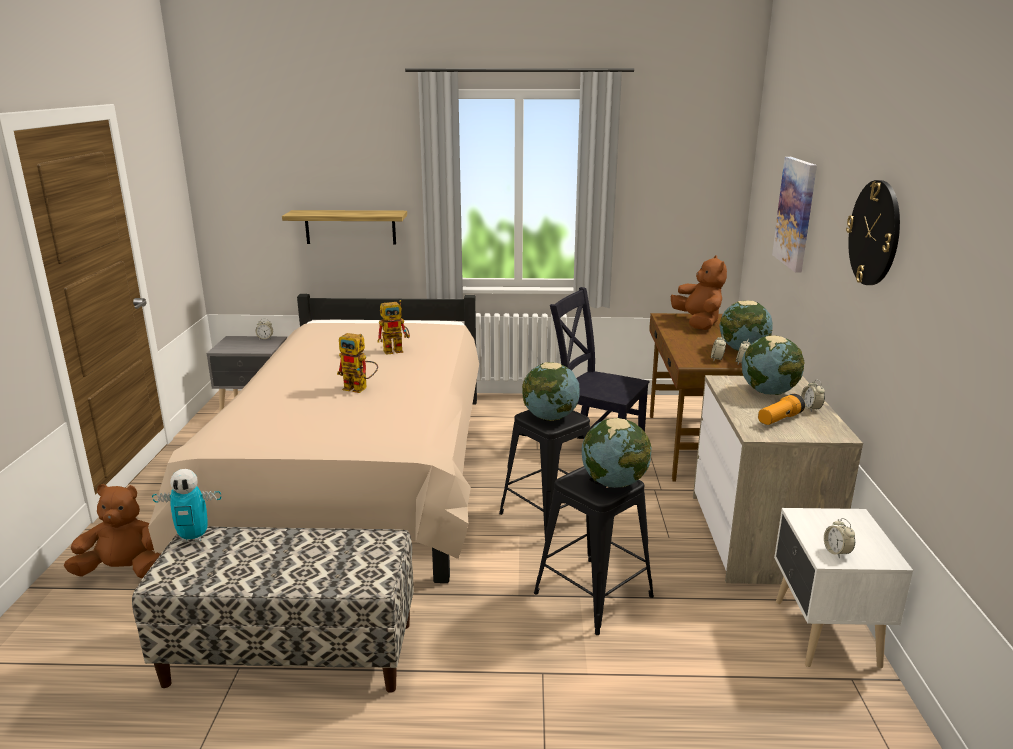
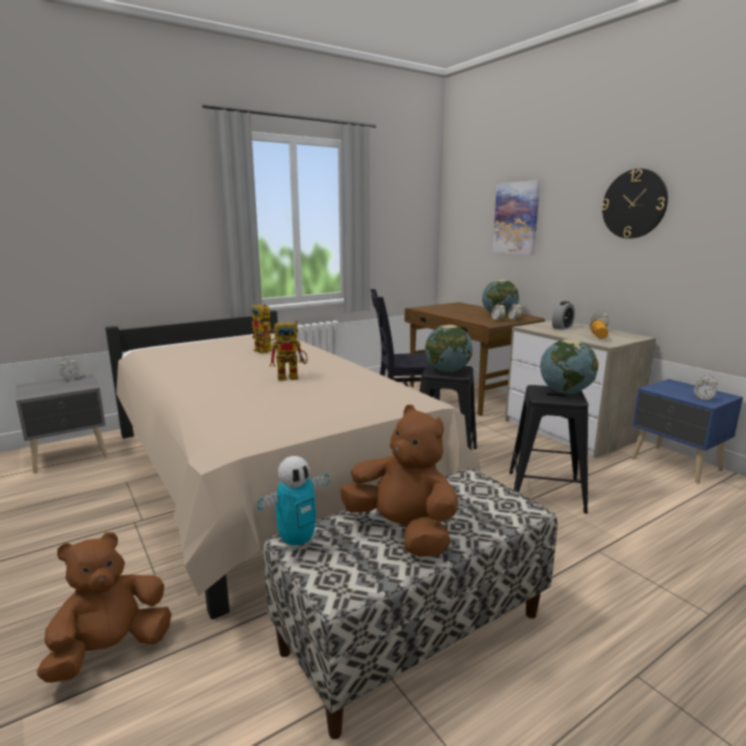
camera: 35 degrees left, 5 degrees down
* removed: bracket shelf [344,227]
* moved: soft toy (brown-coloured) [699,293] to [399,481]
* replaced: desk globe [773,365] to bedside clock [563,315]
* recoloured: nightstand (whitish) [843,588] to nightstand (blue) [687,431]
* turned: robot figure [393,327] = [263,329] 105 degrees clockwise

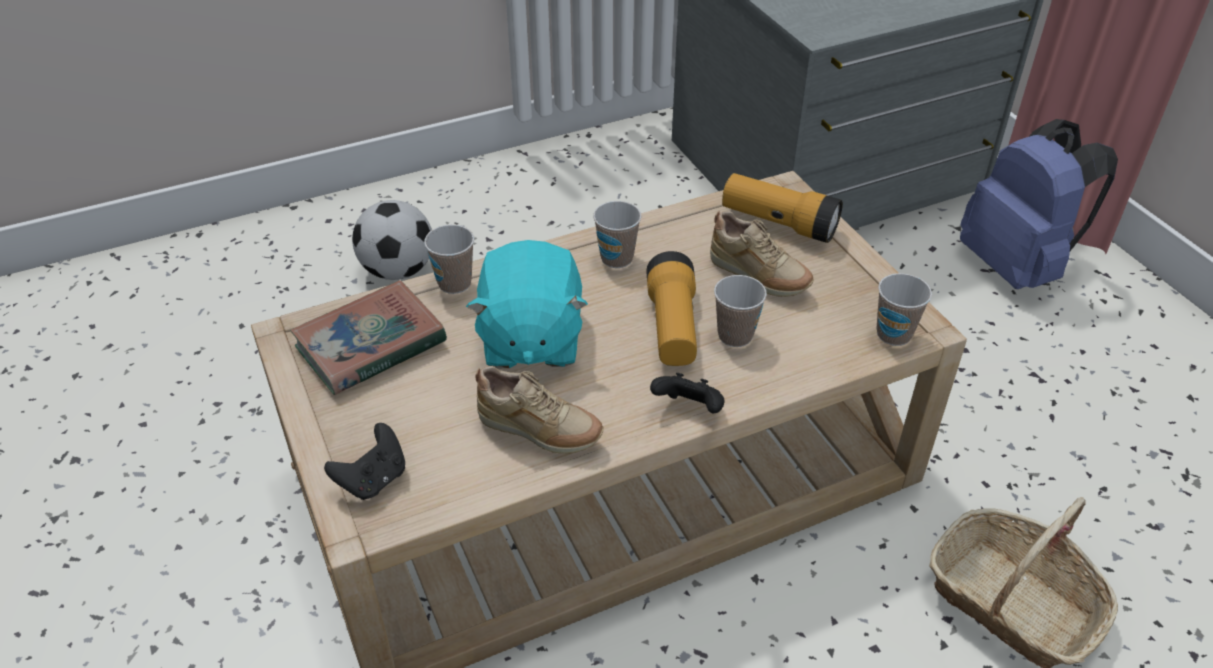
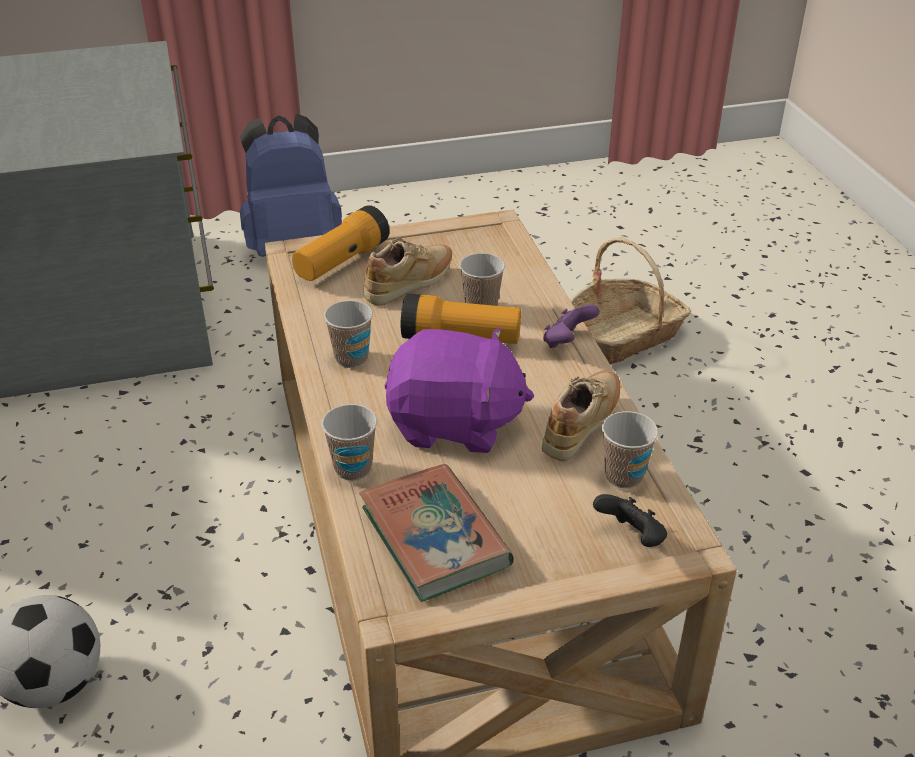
camera: 80 degrees left, 5 degrees down
* moved: cup [904,309] to [630,450]
* recoloured: soft toy (turquoise-coloured) [527,304] to soft toy (purple-coloured) [459,390]
* recoloured: game controller (black-coloured) [687,393] to game controller (purple-coloured) [571,326]

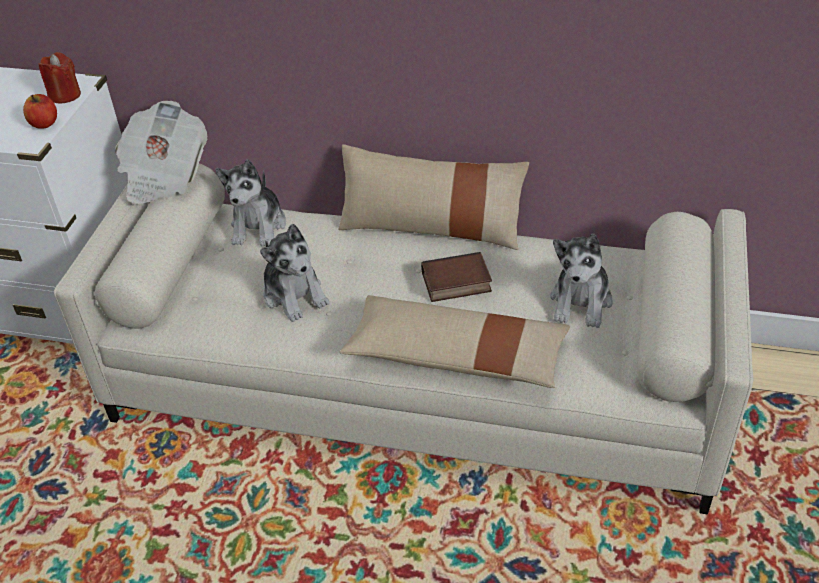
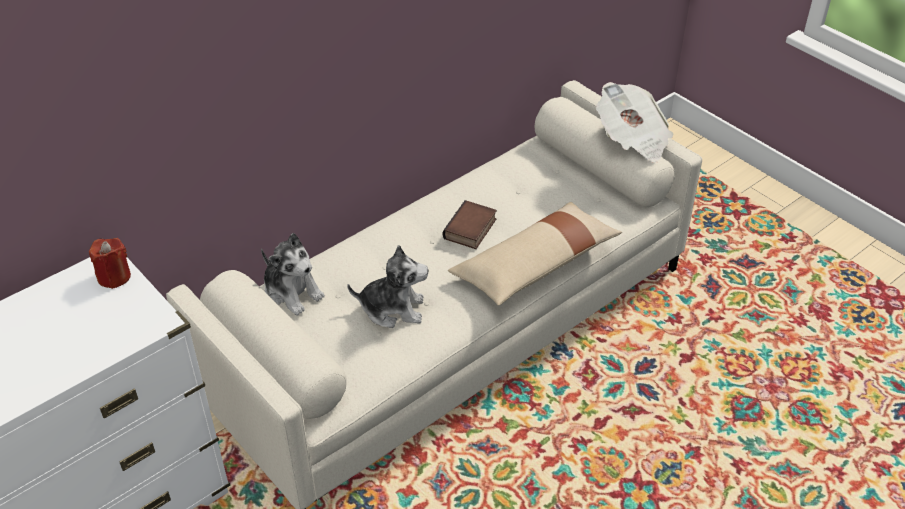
camera: 55 degrees left, 0 degrees up
* removed: whole apple [40,111]
* removed: throw pillow (beige) [433,197]
* removed: soft toy [581,281]
* moved: printed paper [161,152] to [635,122]

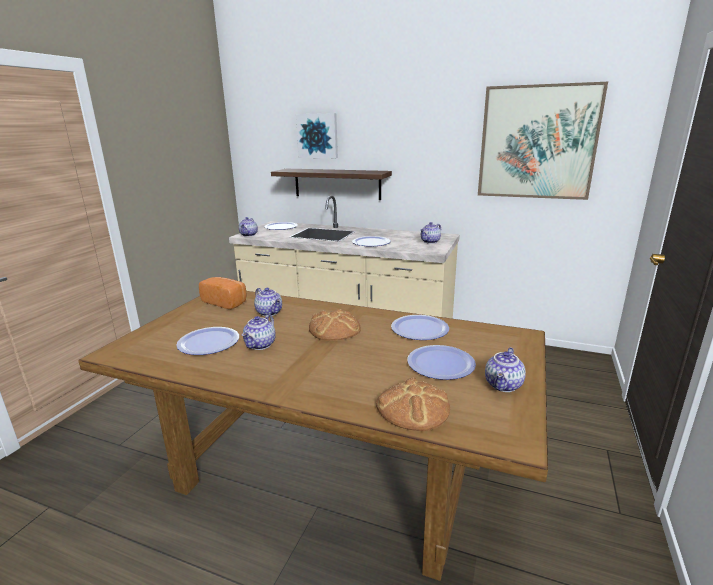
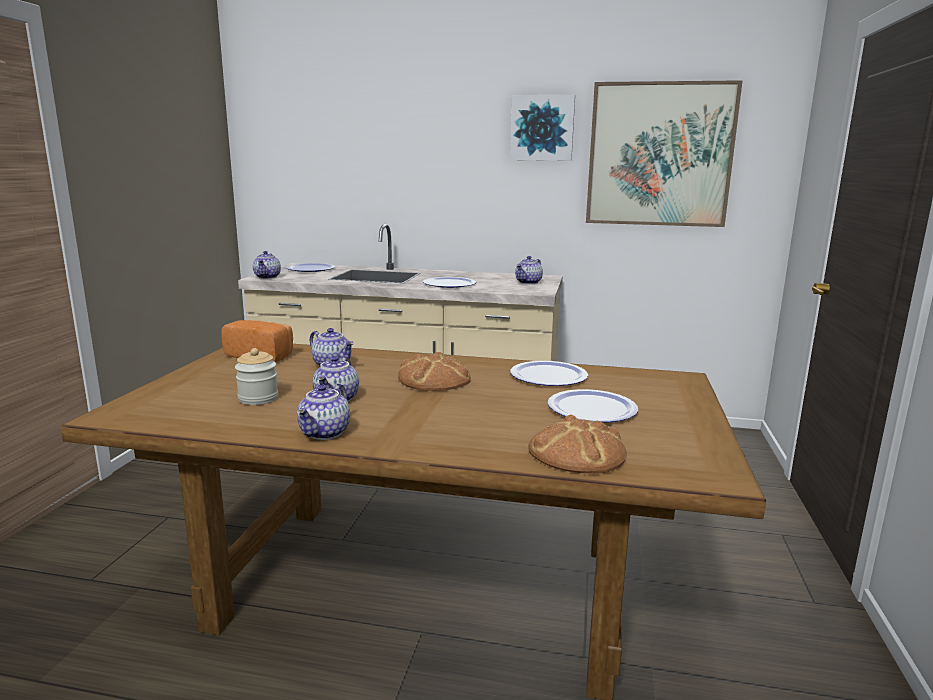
camera: 10 degrees left, 5 degrees down
* removed: bracket shelf [331,184]
* moved: wall picture [317,135] to [542,128]
* moved: teapot [505,369] to [323,411]
* replaced: dinner plate [207,341] to storage jar [256,376]

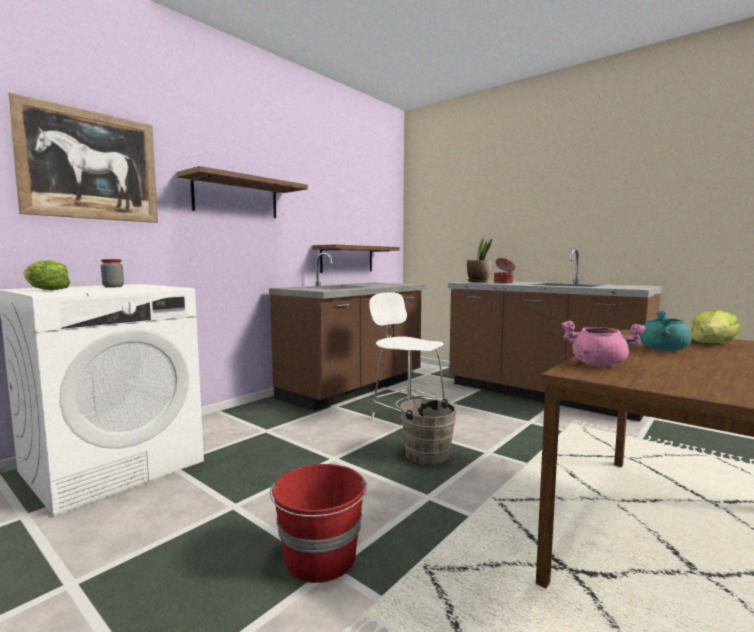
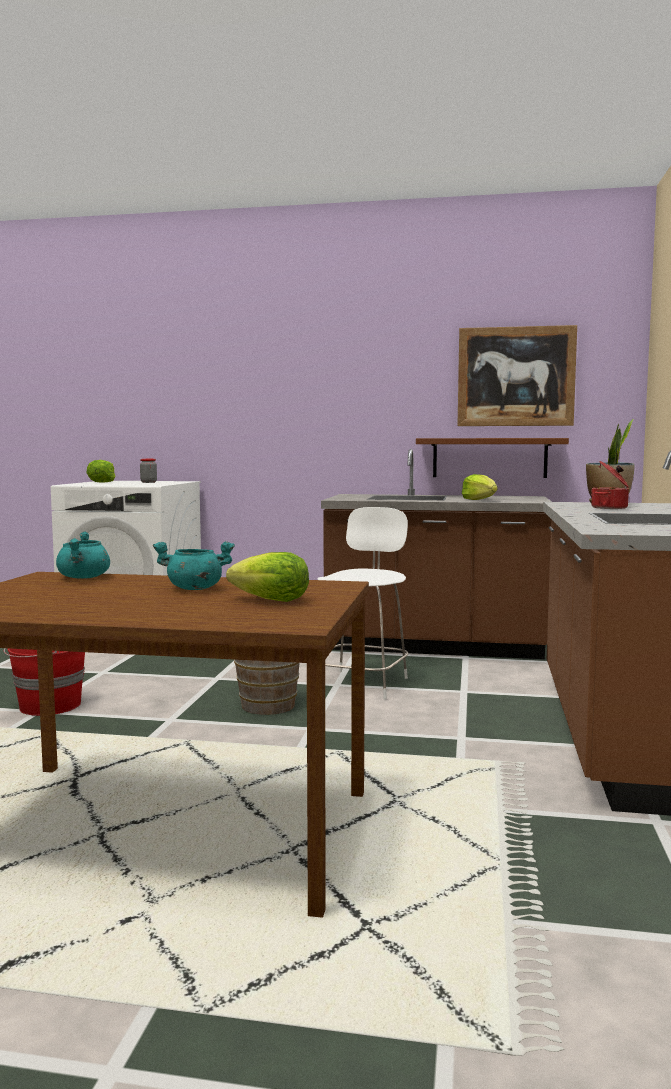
camera: 60 degrees right, 0 degrees up
* removed: bracket shelf (brown-coloured) [242,192]
* added: lettuce [480,487]
* moved: wall picture [83,157] to [517,375]
* recoloured: cooking pot (pinkish) [603,344] to cooking pot (turquoise-coloured) [83,555]

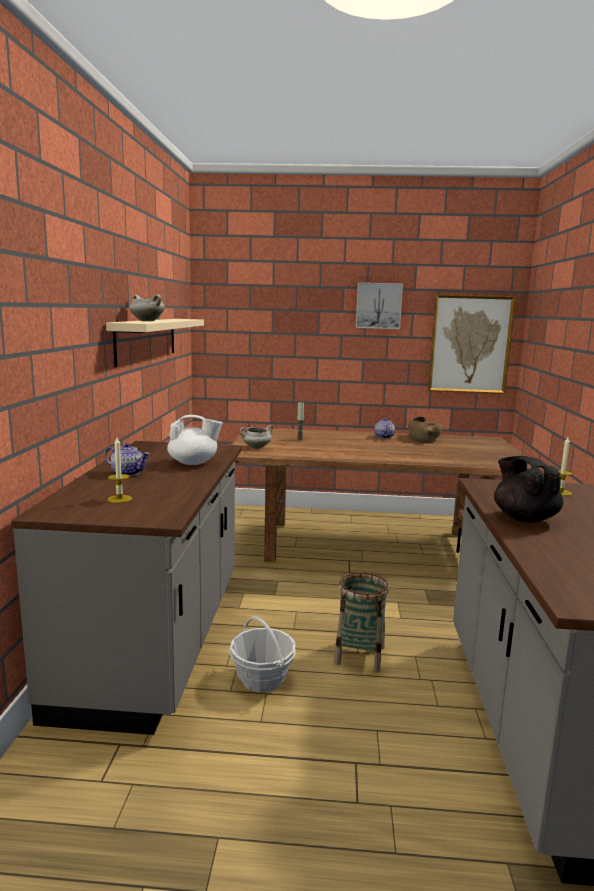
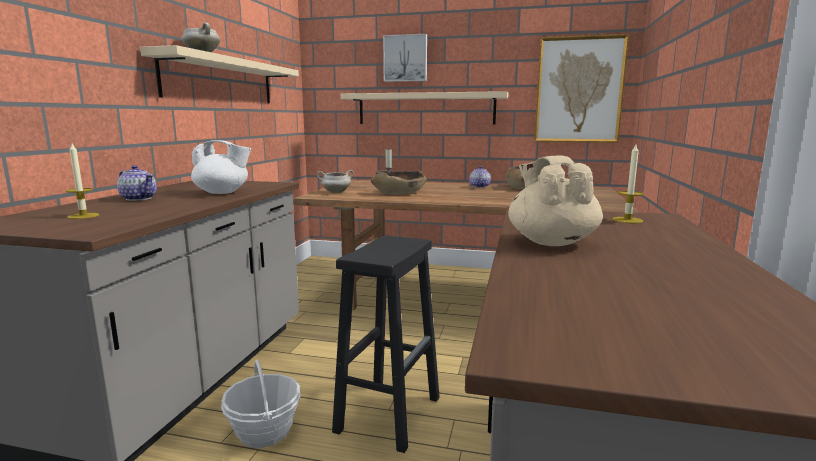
camera: 10 degrees right, 0 degrees up
* added: bracket shelf (beige) [424,107]
* added: bowl (brown-coloured) [399,182]
* moved: wall picture [379,305] to [405,58]
* replaced: storage basket [361,622] to sitting stool (black-coloured) [386,344]
* recoloured: teapot (black-coloured) [528,489] to teapot (beige) [555,201]

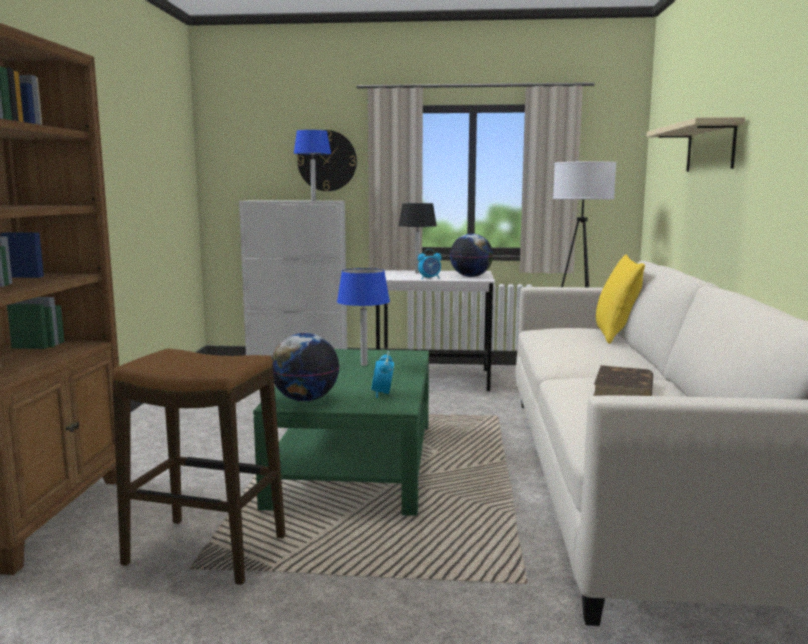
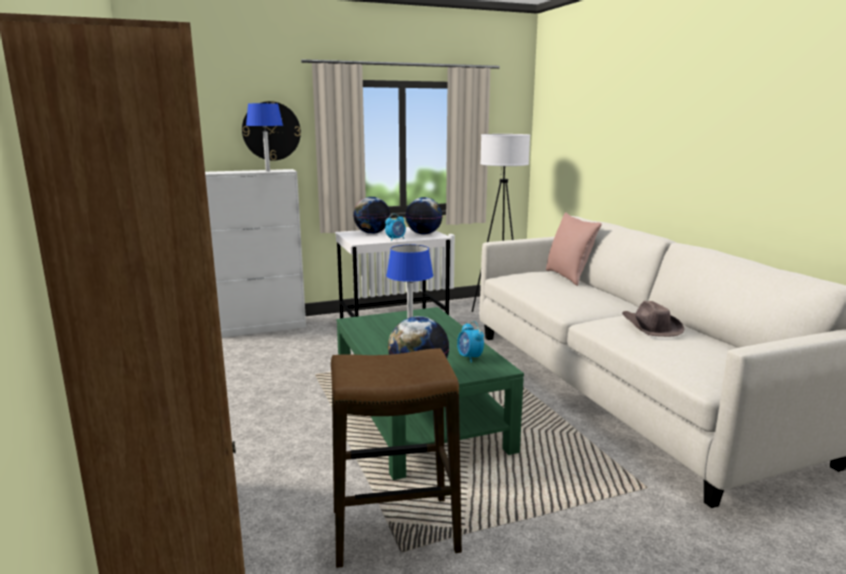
camera: 25 degrees left, 5 degrees up
* removed: bracket shelf (beige) [696,144]
* replaced: lamp for a table (black-coloured) [418,238] to desk globe [372,215]
* replaced: book (brown-coloured) [623,380] to hat (brown-coloured) [653,319]
* recoloured: throw pillow (yellow) [620,299] to throw pillow (pinkish) [574,249]

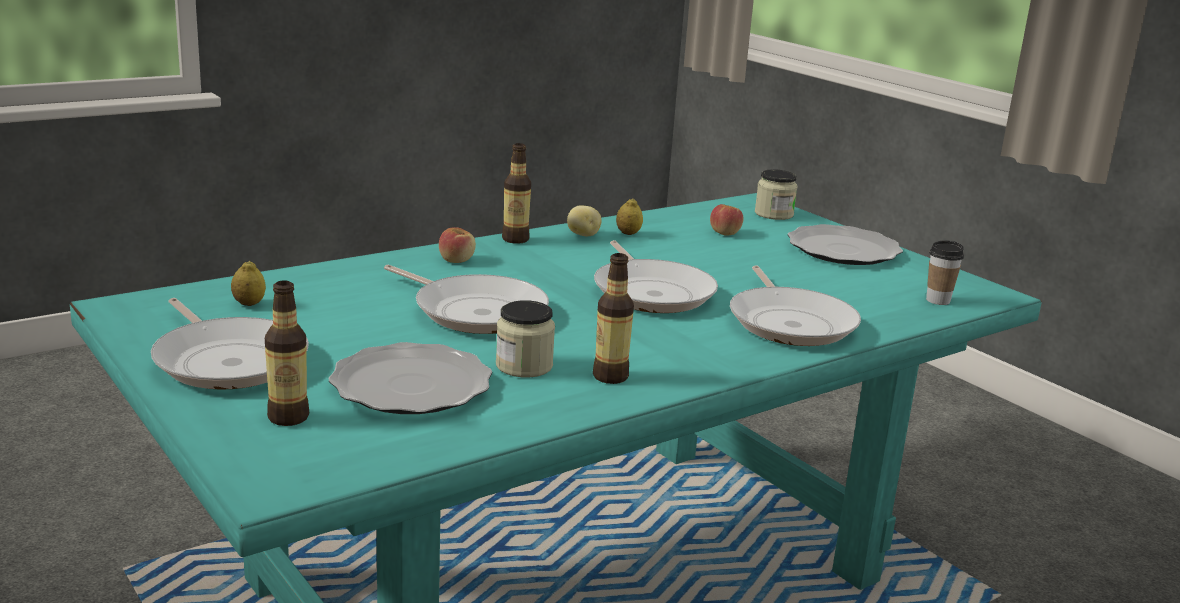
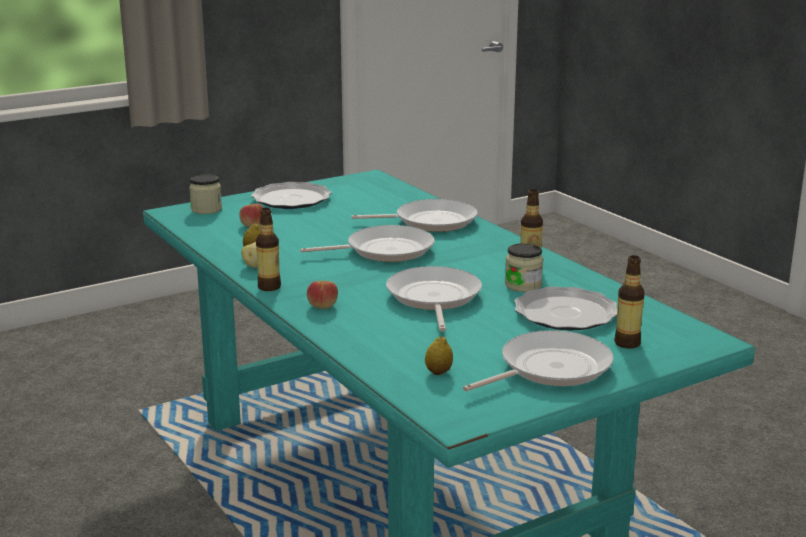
camera: 85 degrees left, 0 degrees up
* removed: cup [945,272]
* turned: frying pan [466,299] = [434,299] 45 degrees counterclockwise

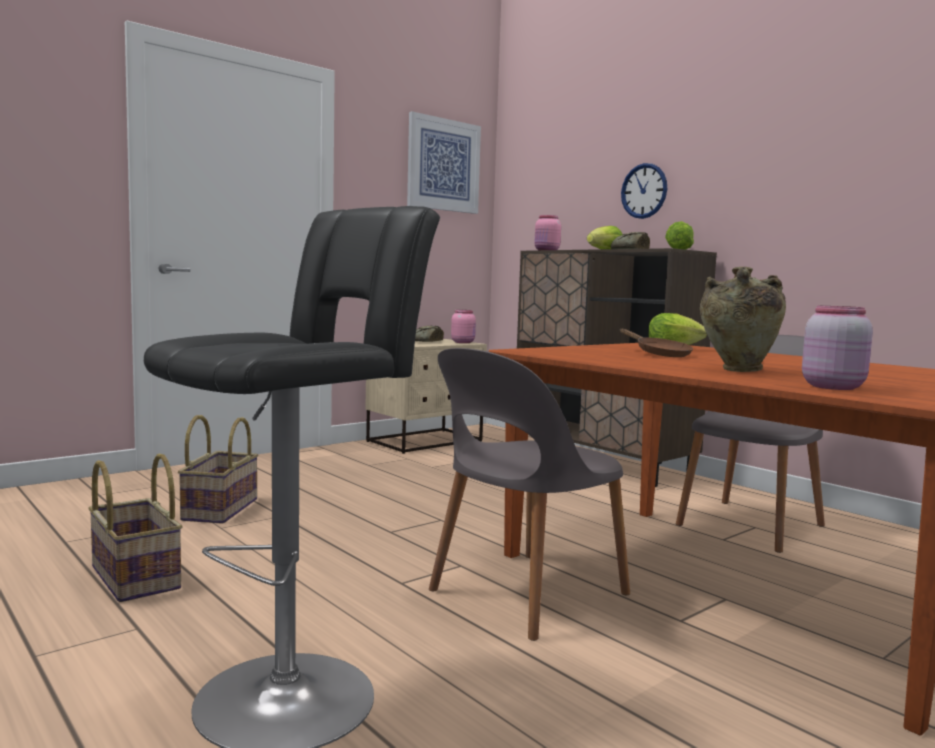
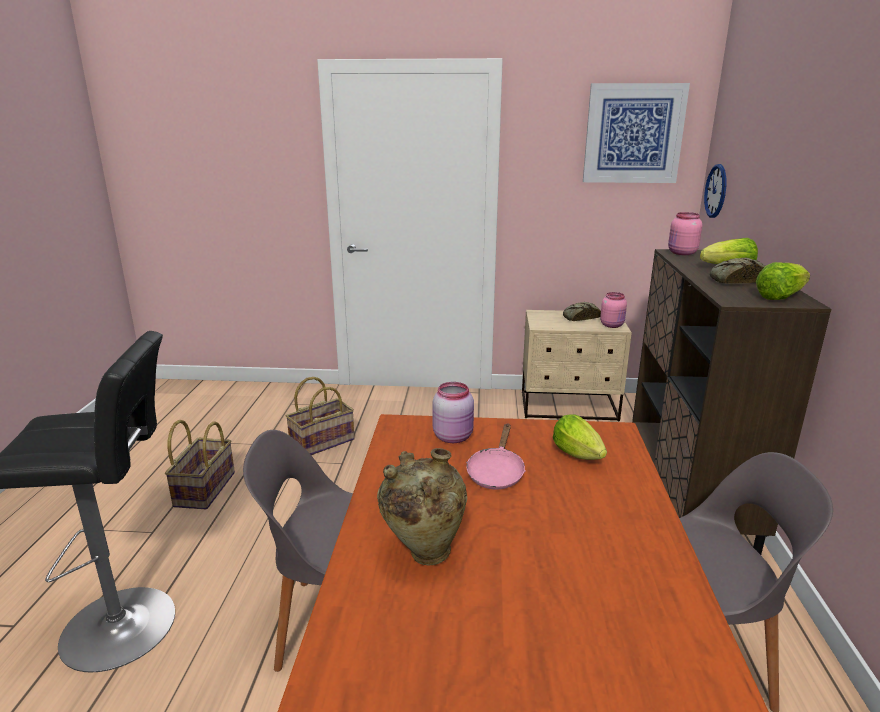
camera: 45 degrees right, 15 degrees up
* moved: hanging clock [644,191] to [715,191]
* moved: storage jar (pinkish) [837,348] to [453,412]
* recoloured: frying pan (brown-coloured) [656,343] to frying pan (pinkish) [496,457]

